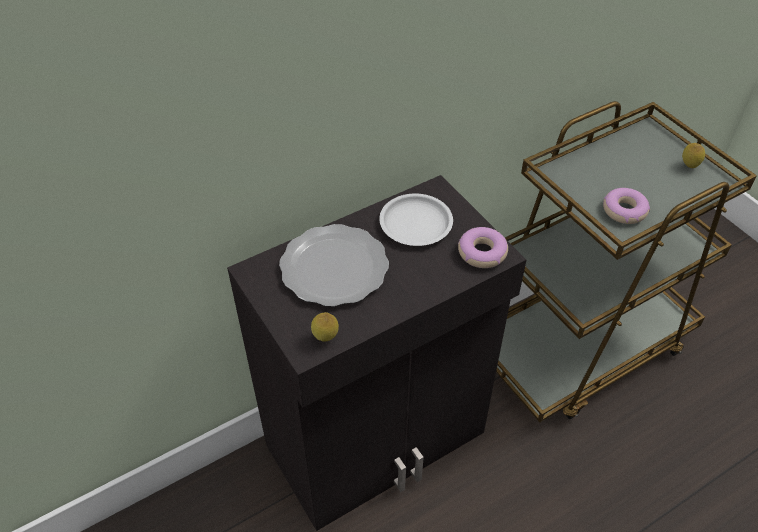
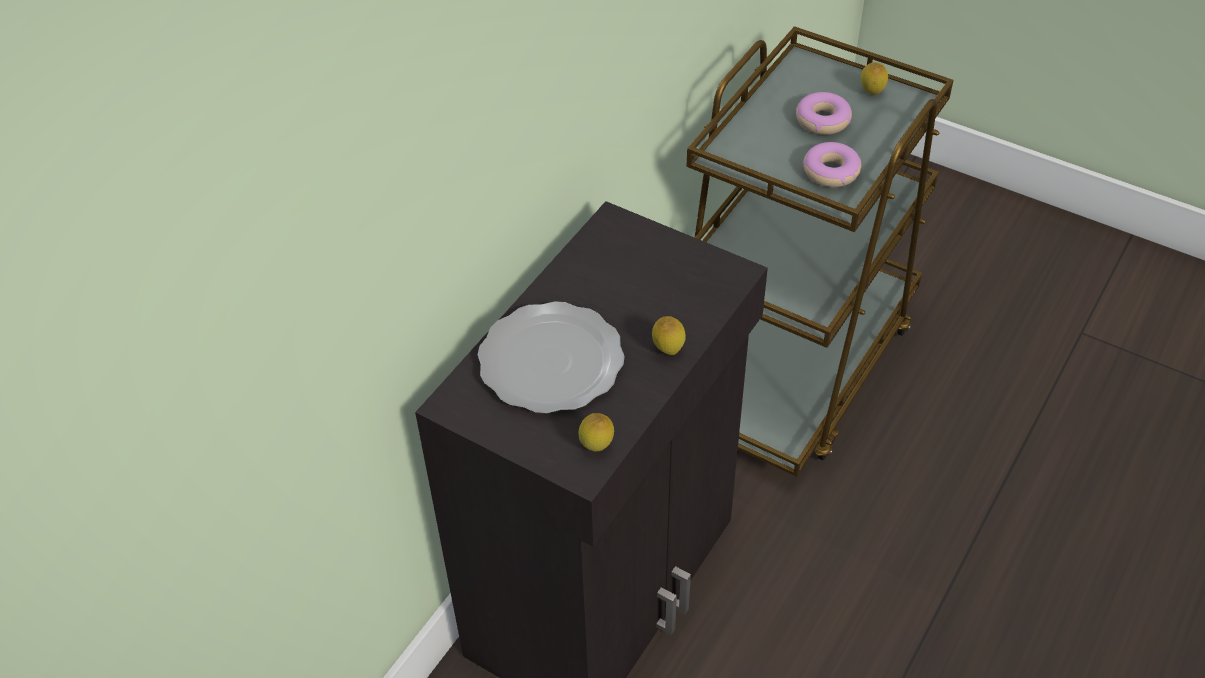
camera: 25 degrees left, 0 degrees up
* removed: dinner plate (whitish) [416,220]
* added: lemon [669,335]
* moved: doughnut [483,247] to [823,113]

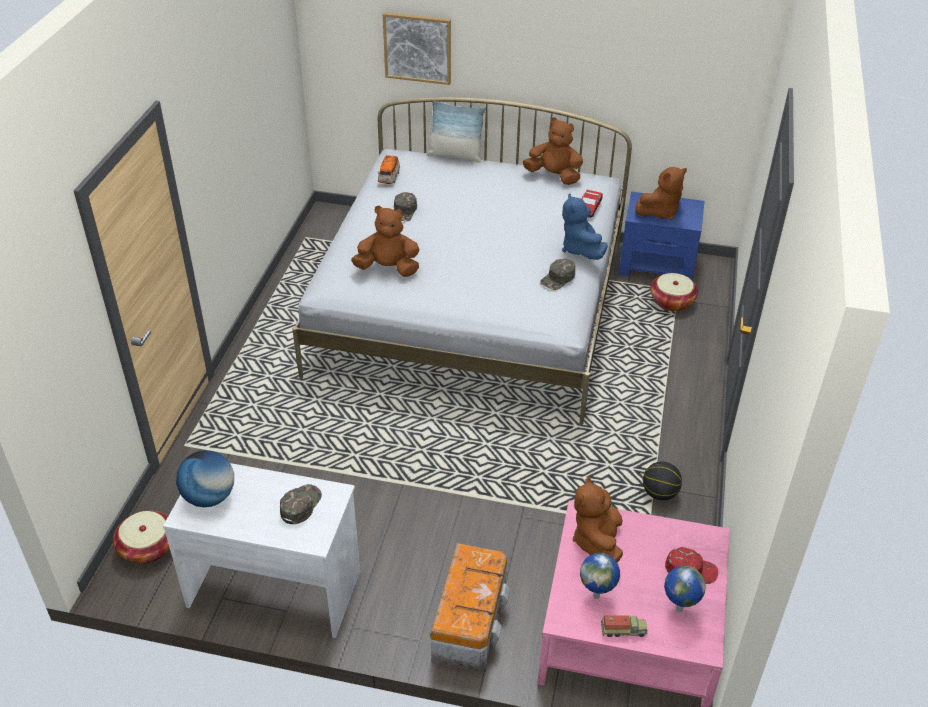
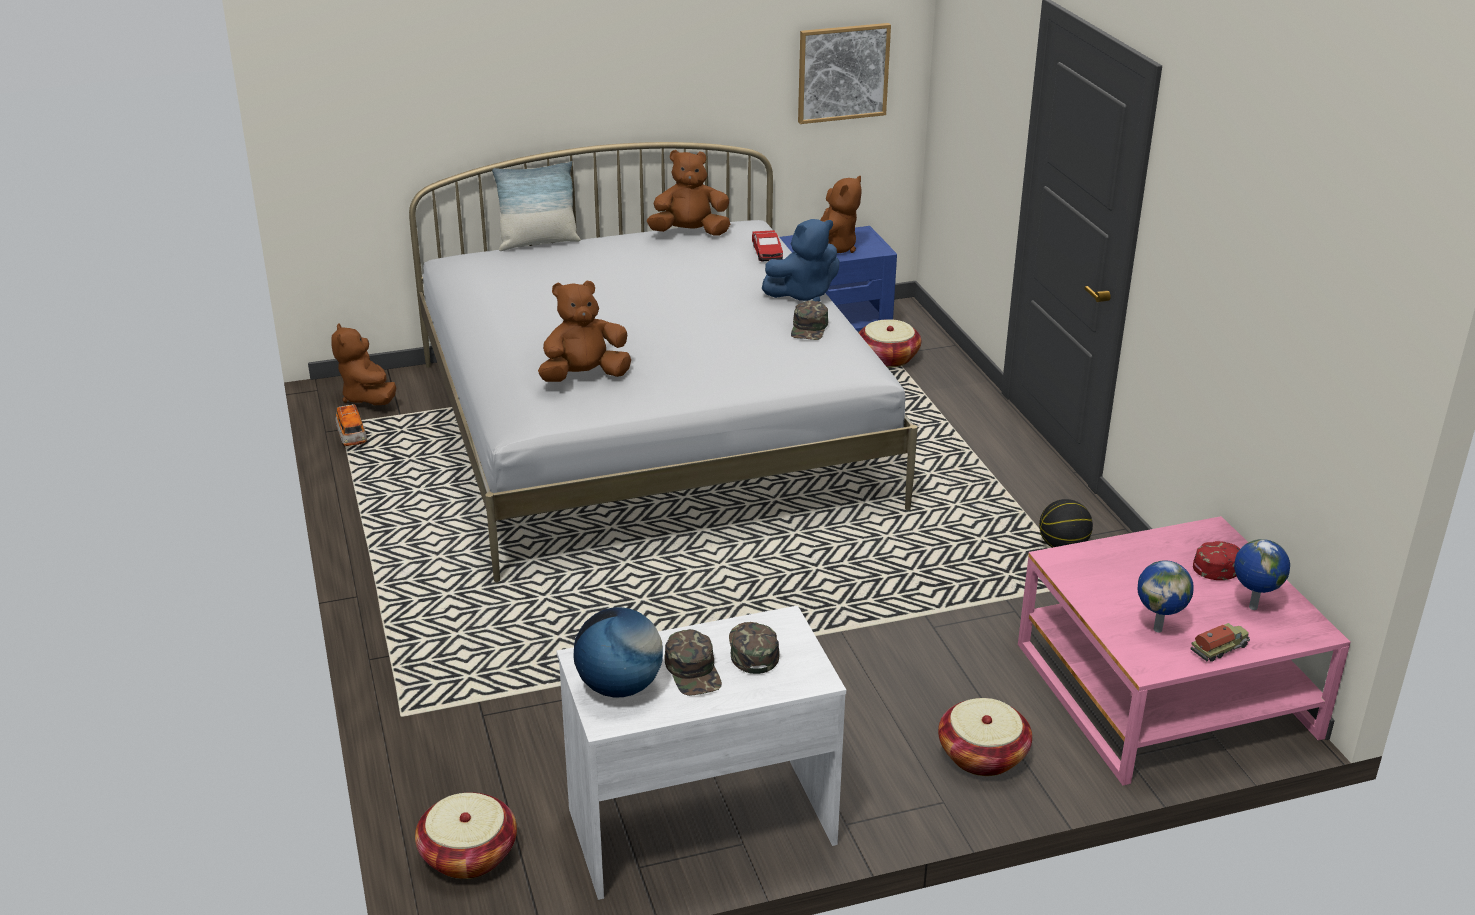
camera: 30 degrees left, 10 degrees down
* moved: miniature car [389,169] to [351,425]
* moved: wall picture [417,48] to [844,73]
* moved: cap (green-coloured) [405,206] to [693,662]
* moved: soft toy (brown-coloured) [598,520] to [363,364]
* replaced: storage bin [470,607] to storage basket [985,737]
* turned: soft toy (blue) [585,226] = [801,260] 75 degrees counterclockwise

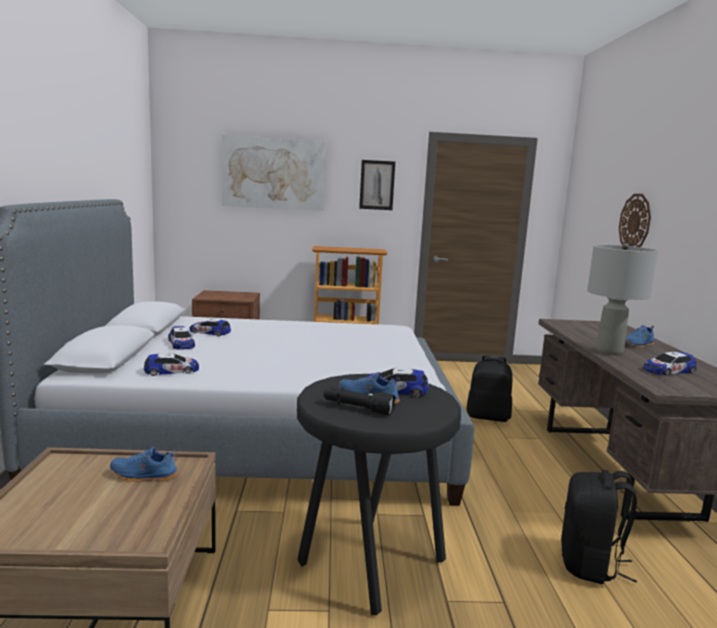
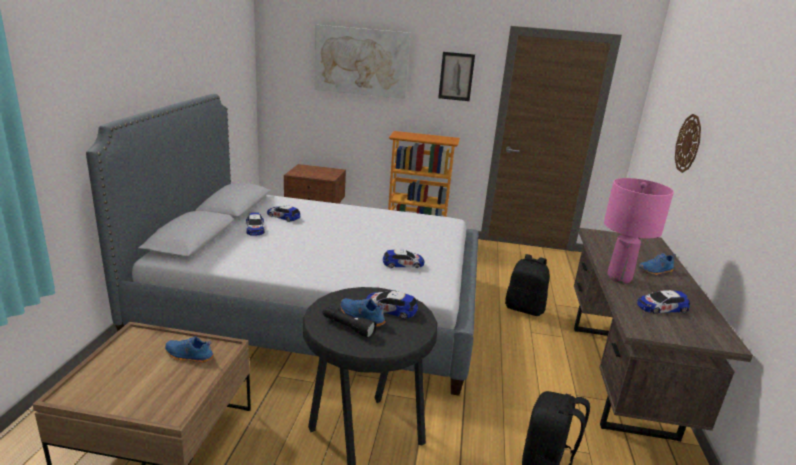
camera: 10 degrees right, 10 degrees up
* moved: miniature car [171,364] to [403,258]
* recoloured: lamp for a table (greyish) [622,299] to lamp for a table (pinkish) [639,231]

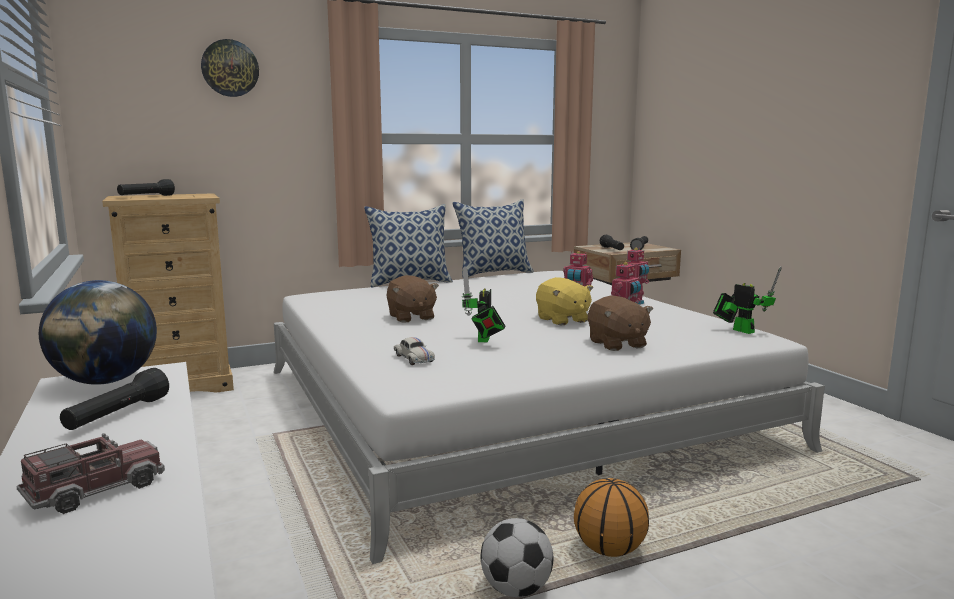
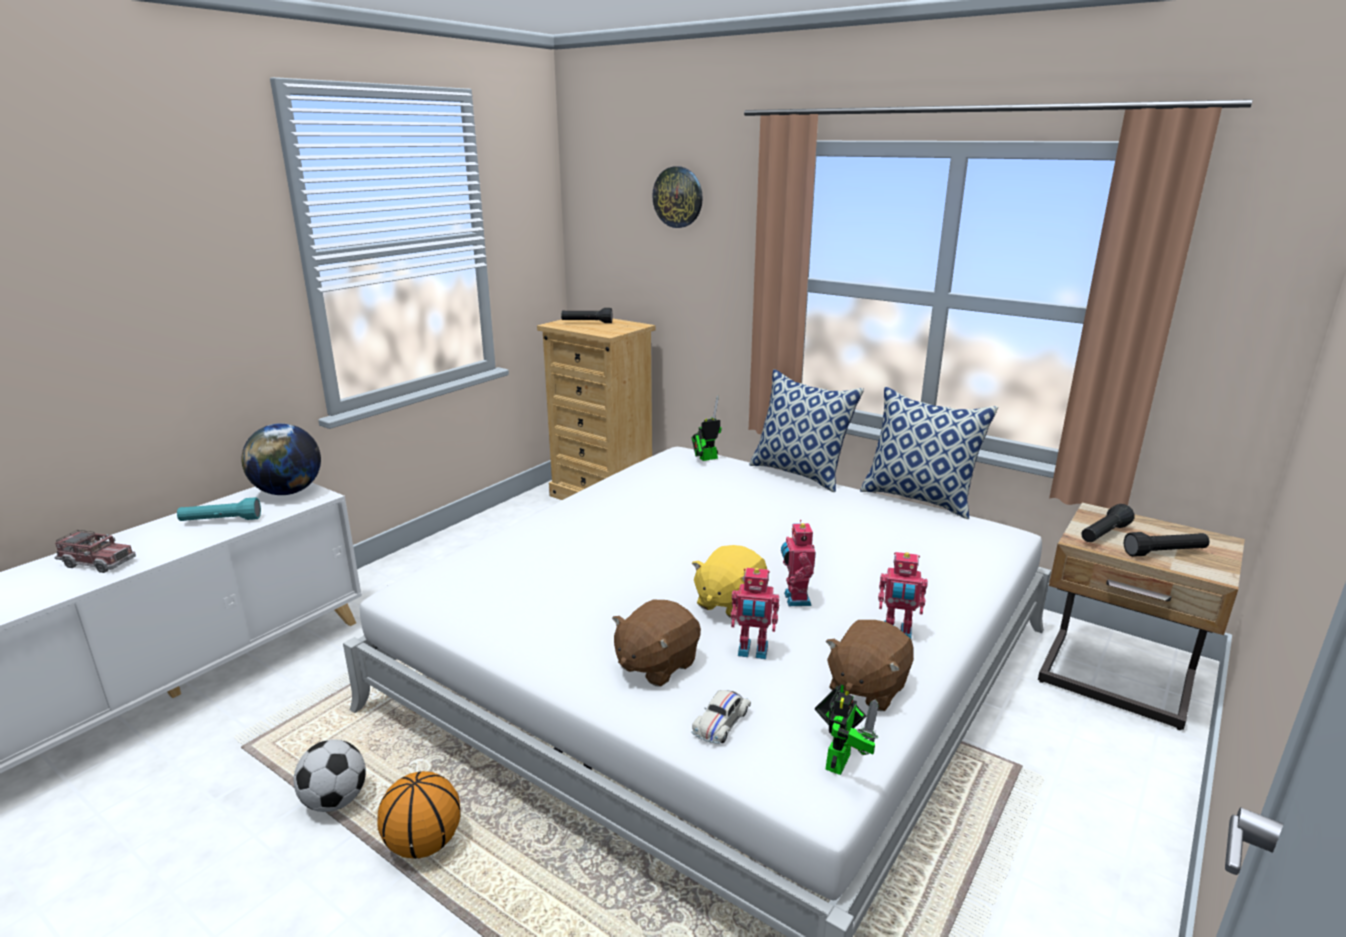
camera: 60 degrees right, 10 degrees up
* moved: soft toy (brown-coloured) [412,299] to [870,665]
* moved: miniature car (whitish) [414,351] to [721,717]
* moved: robot figure [483,304] to [706,428]
* recoloured: torch (black-coloured) [114,399] to torch (turquoise-coloured) [219,509]

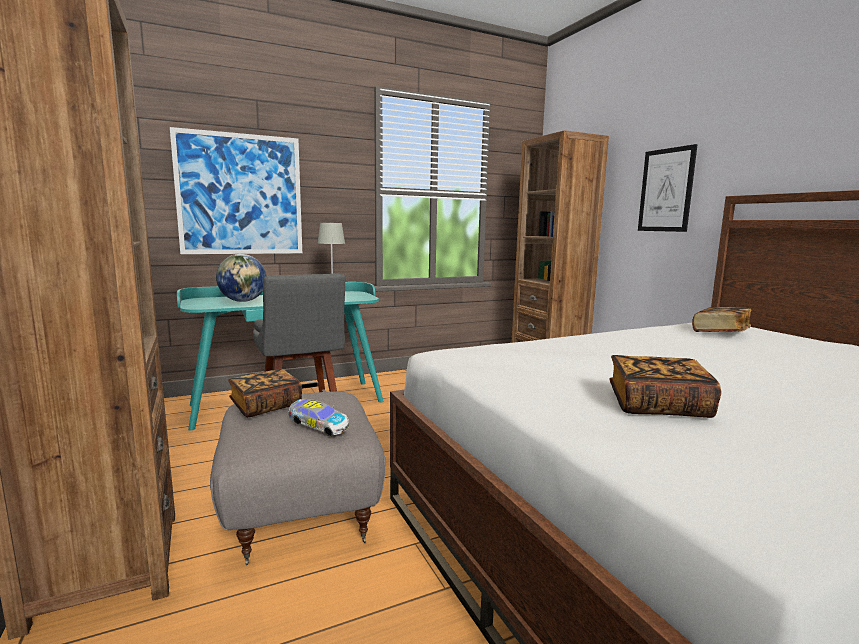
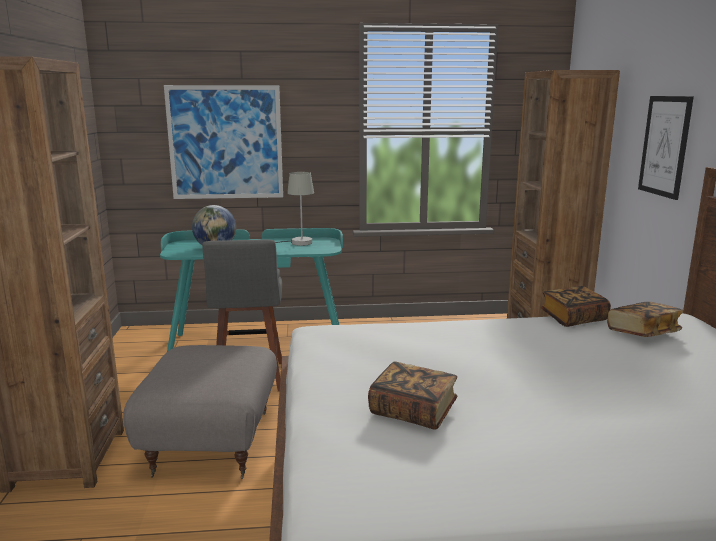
camera: 20 degrees right, 5 degrees up
* removed: miniature car [318,417]
* moved: book [265,393] to [575,306]

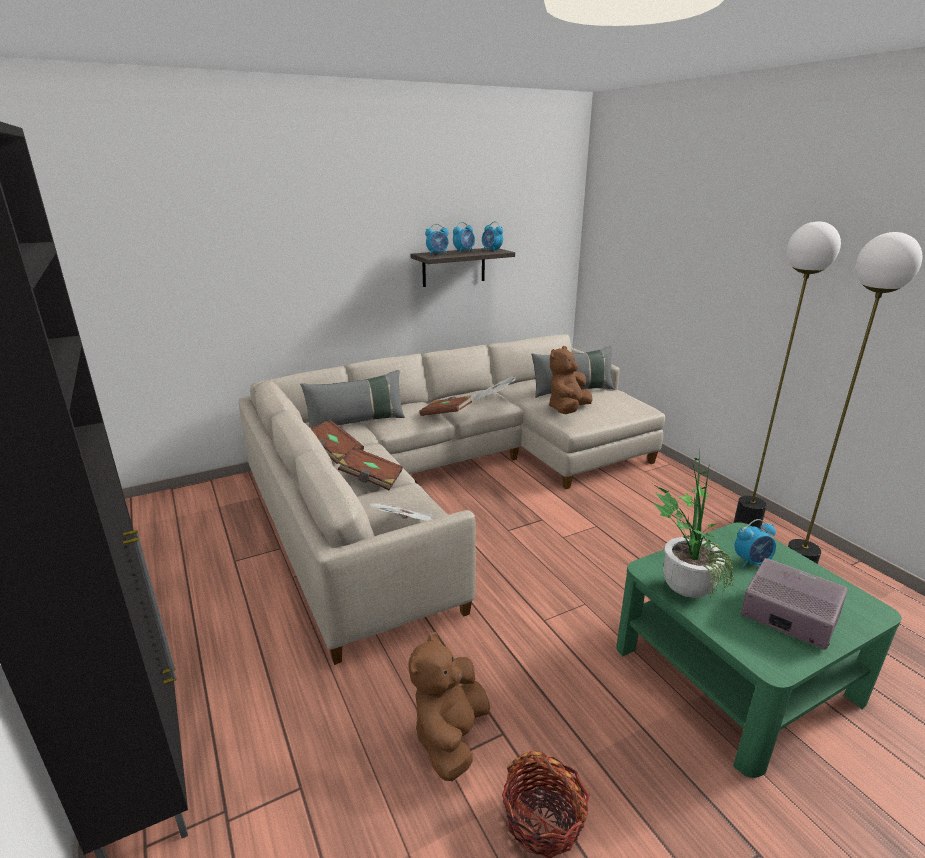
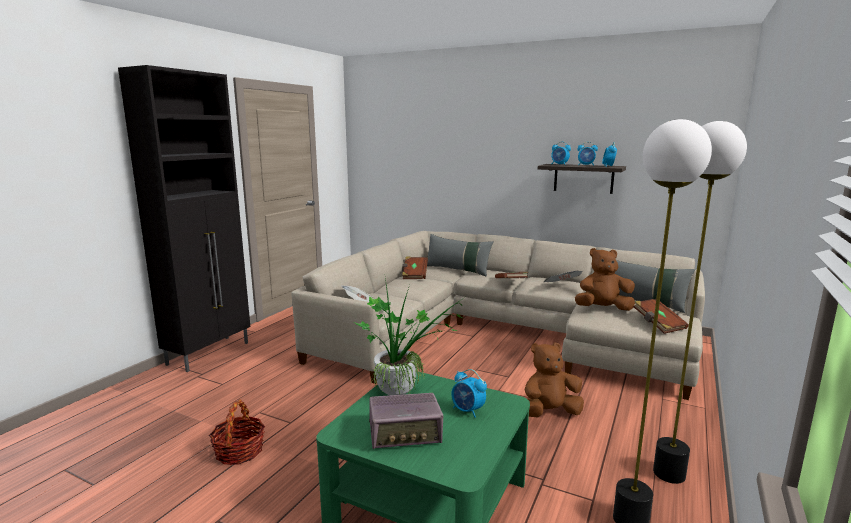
camera: 55 degrees right, 10 degrees down
* moved: book (brown-coloured) [370,468] to [661,316]
* moved: soft toy (brown-coloured) [449,706] to [554,379]
* turned: radio set [794,604] = [406,421] 75 degrees clockwise

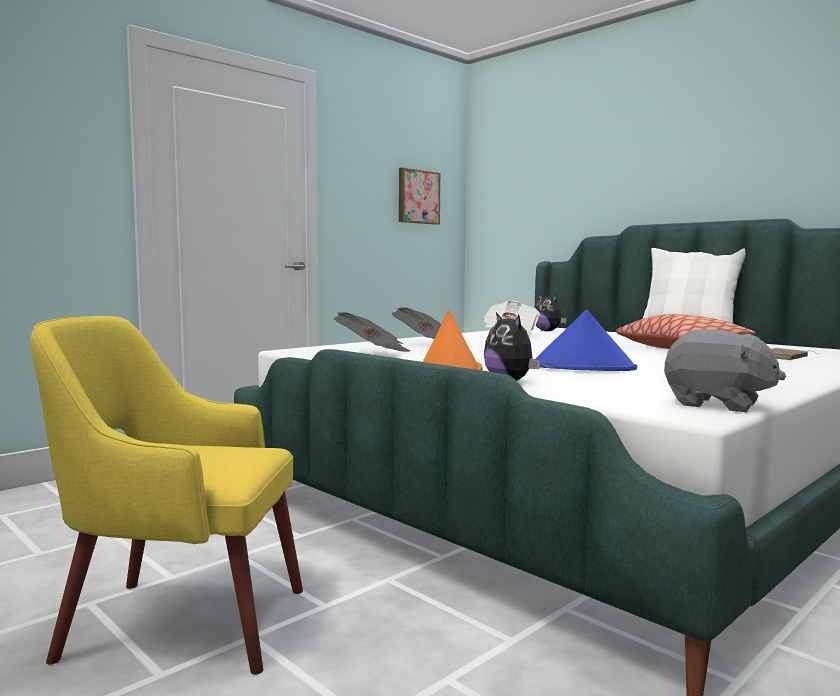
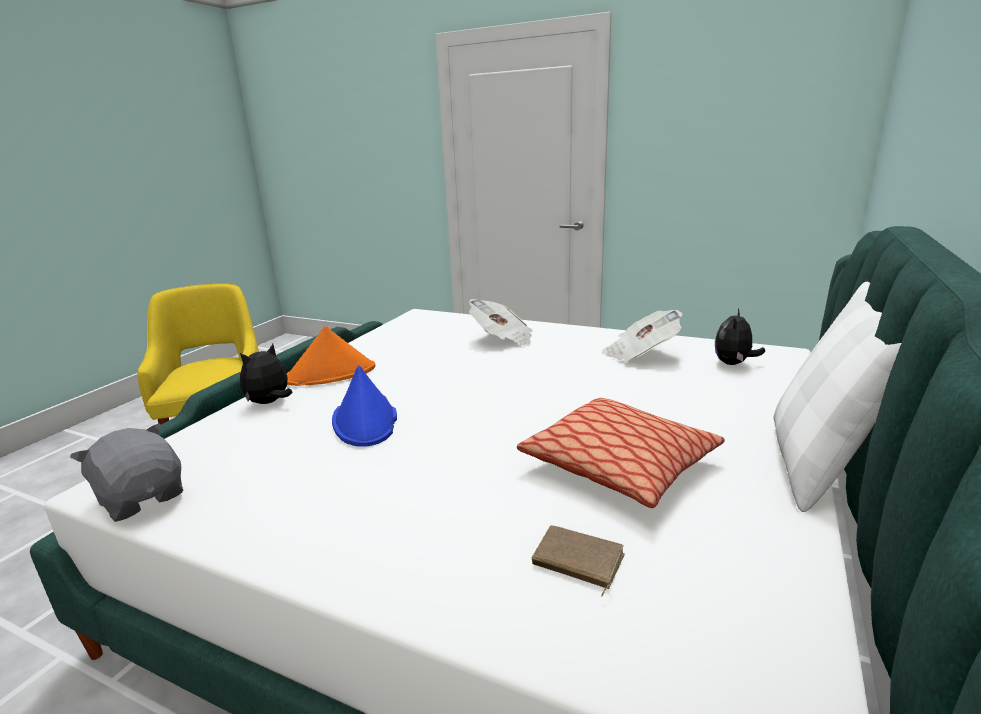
camera: 70 degrees right, 15 degrees up
* removed: printed paper [372,332]
* removed: wall picture [419,196]
* turned: soft toy (greyish) [725,370] = [126,472] 120 degrees clockwise

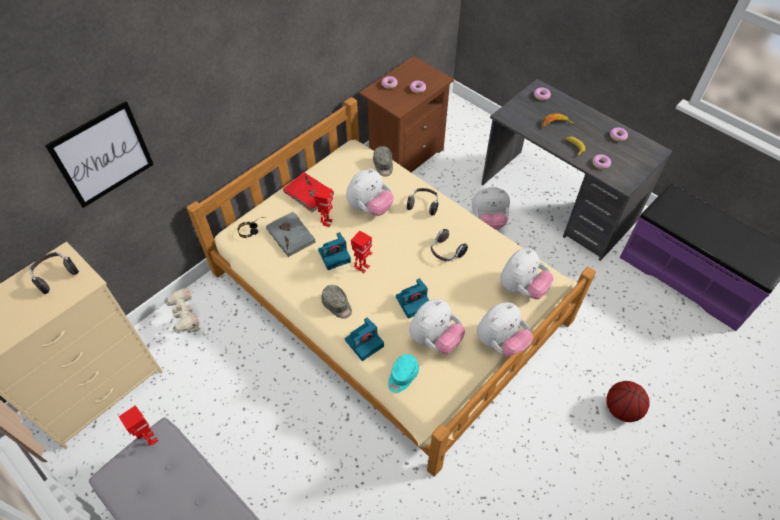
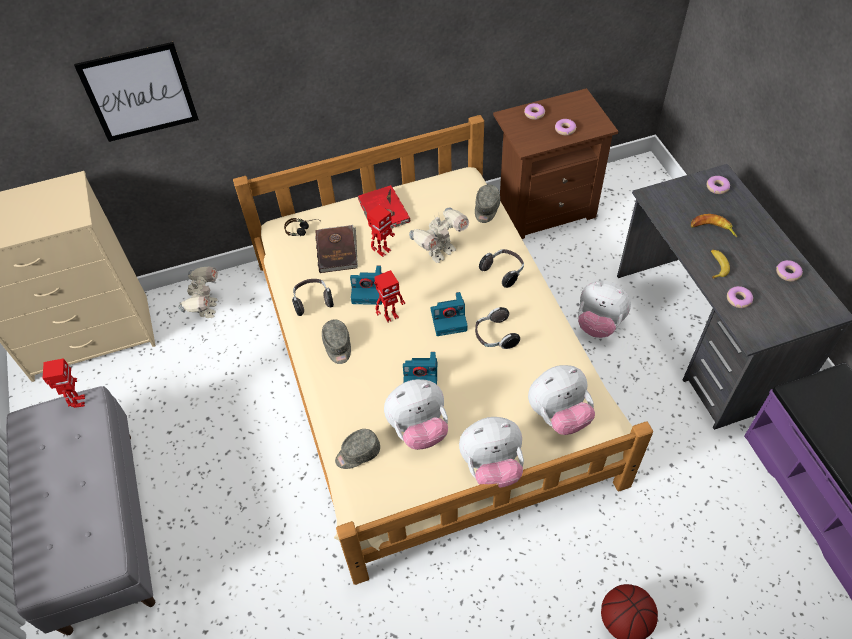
camera: 30 degrees right, 0 degrees up
* moved: pair of headphones [54,273] to [313,297]
* moved: photo camera [364,339] to [449,314]
* replaced: soft toy [370,192] to robot figure [439,235]
* recoloured: book (greyish) [291,234] to book (brown-coloured) [336,249]
* recoloured: cap (turquoise-coloured) [403,373] to cap (greyish) [357,449]

